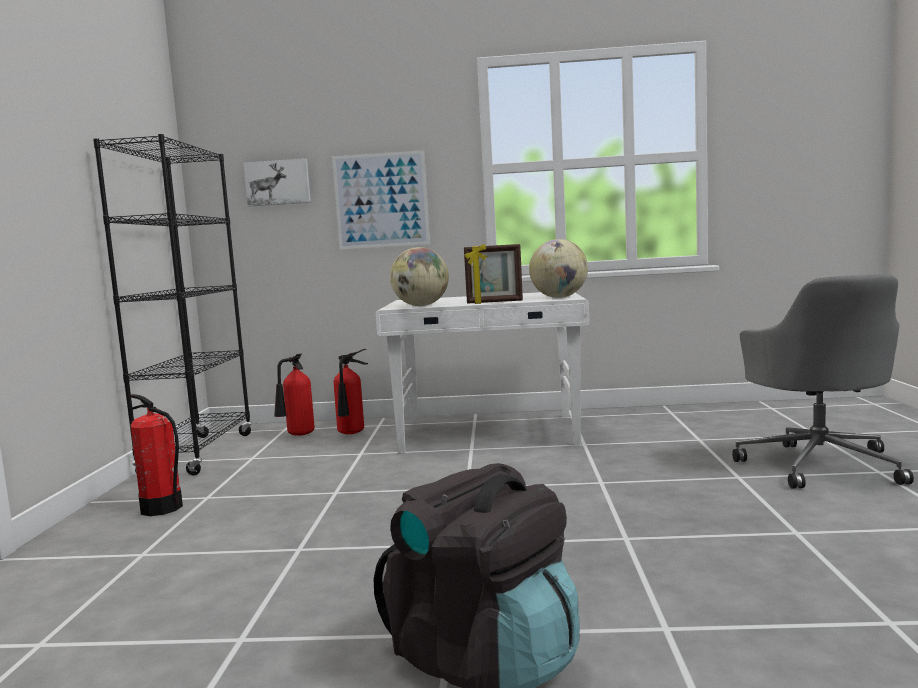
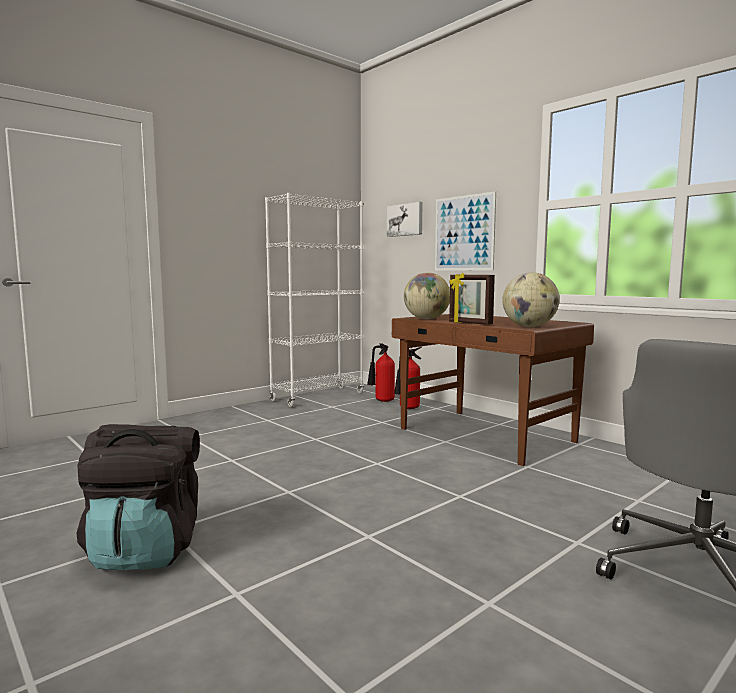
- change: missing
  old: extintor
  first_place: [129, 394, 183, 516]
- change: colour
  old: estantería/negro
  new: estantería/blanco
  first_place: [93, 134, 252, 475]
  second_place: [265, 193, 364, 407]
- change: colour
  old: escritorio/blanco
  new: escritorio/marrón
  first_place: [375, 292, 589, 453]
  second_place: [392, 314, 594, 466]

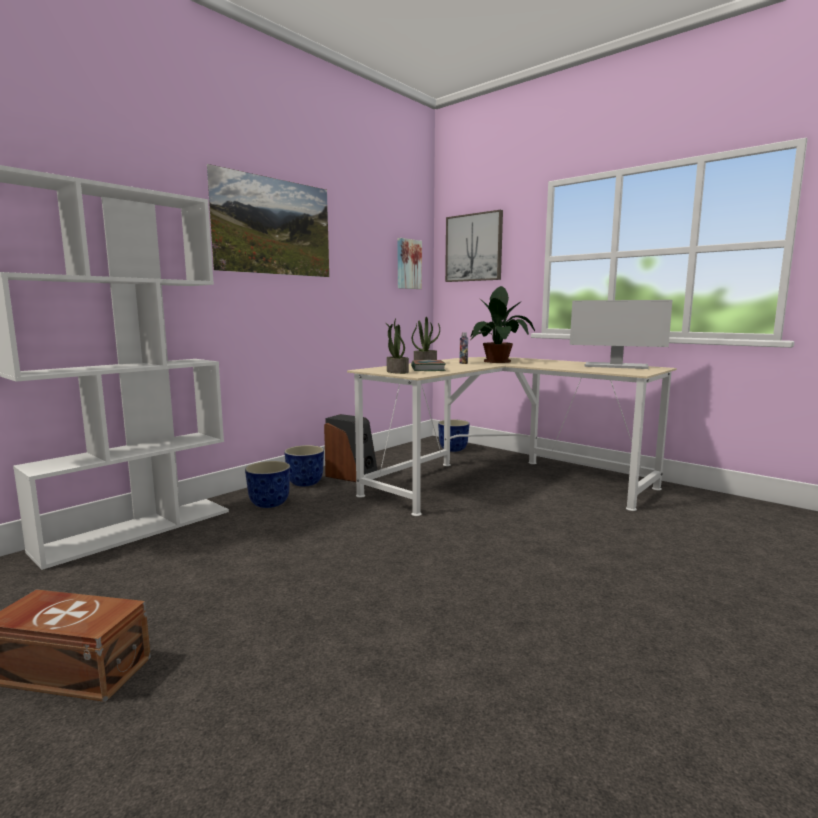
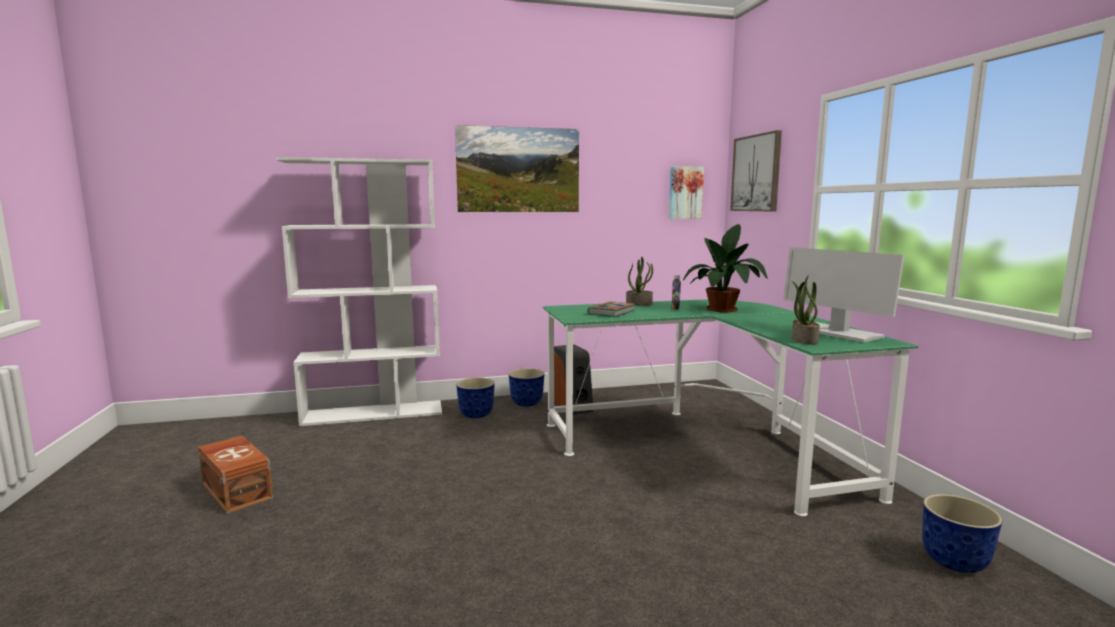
- change: relocated
  old: planta en maceta
  first_place: [386, 318, 409, 374]
  second_place: [792, 275, 820, 345]
- change: relocated
  old: maceta
  first_place: [438, 419, 470, 452]
  second_place: [922, 494, 1002, 573]
- change: colour
  old: escritorio/beis
  new: escritorio/verde
  first_place: [347, 357, 677, 516]
  second_place: [542, 300, 918, 516]

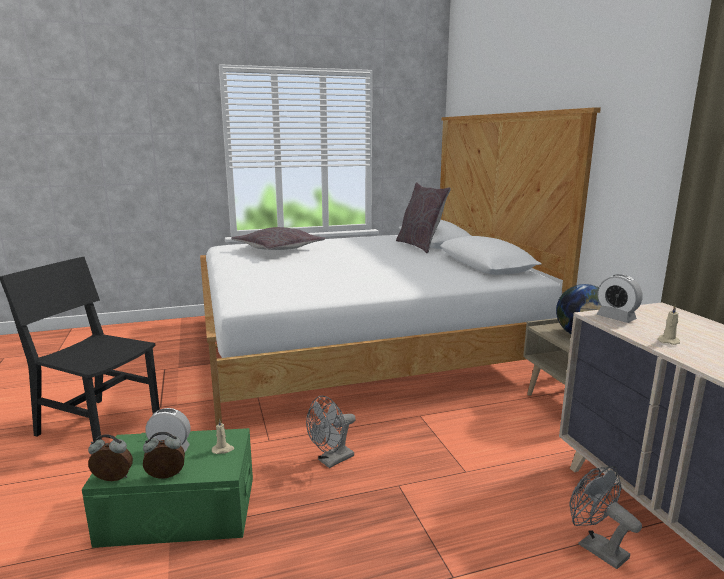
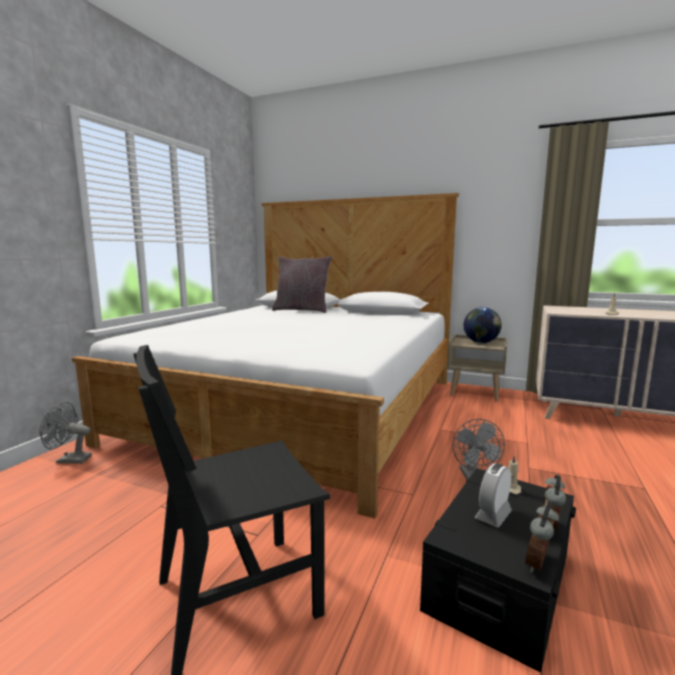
- change: missing
  old: cojín/gris
  first_place: [231, 227, 325, 250]
- change: missing
  old: despertador
  first_place: [597, 274, 643, 323]
- change: relocated
  old: ventilador/gris
  first_place: [569, 466, 642, 569]
  second_place: [39, 402, 92, 464]
- change: colour
  old: caja de almacenaje/verde
  new: caja de almacenaje/negro
  first_place: [82, 428, 253, 548]
  second_place: [420, 468, 576, 673]

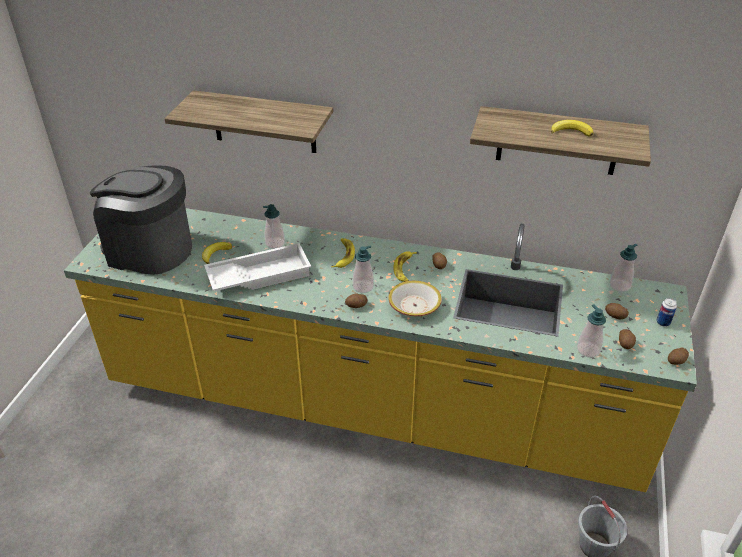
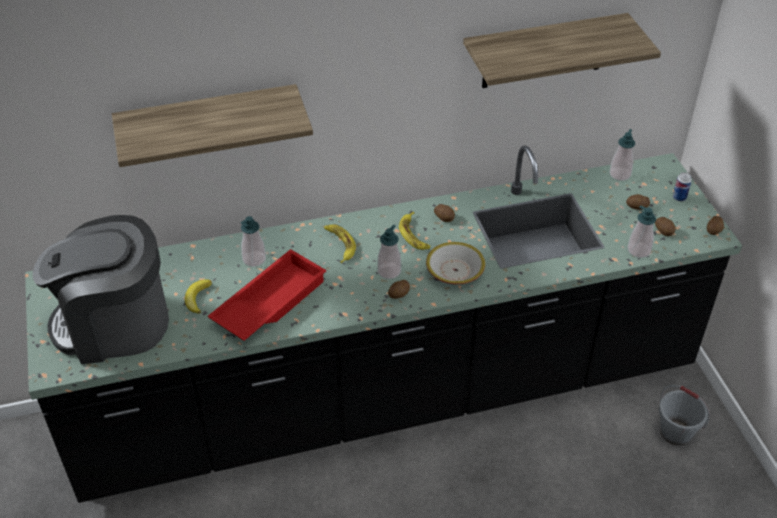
- change: missing
  old: plátano
  first_place: [551, 120, 594, 137]
- change: colour
  old: mueble bajo de cocina/amarillo
  new: mueble bajo de cocina/negro
  first_place: [64, 208, 697, 492]
  second_place: [25, 145, 742, 503]
- change: colour
  old: bandeja/blanco
  new: bandeja/rojo
  first_place: [204, 243, 311, 291]
  second_place: [208, 249, 326, 341]

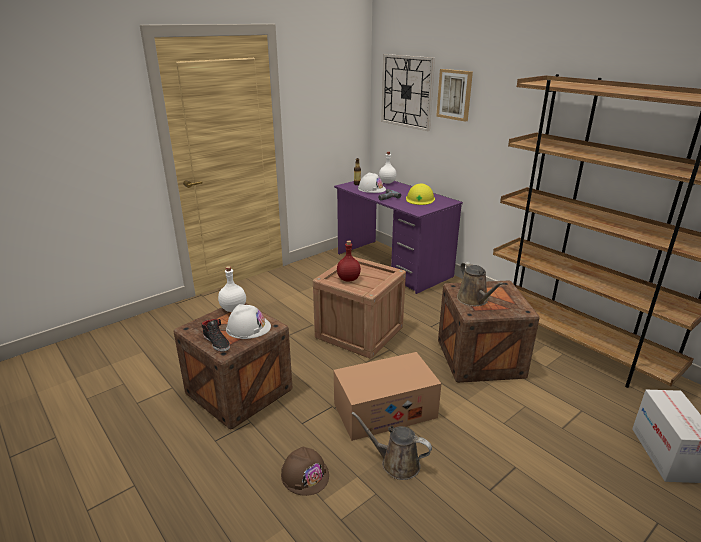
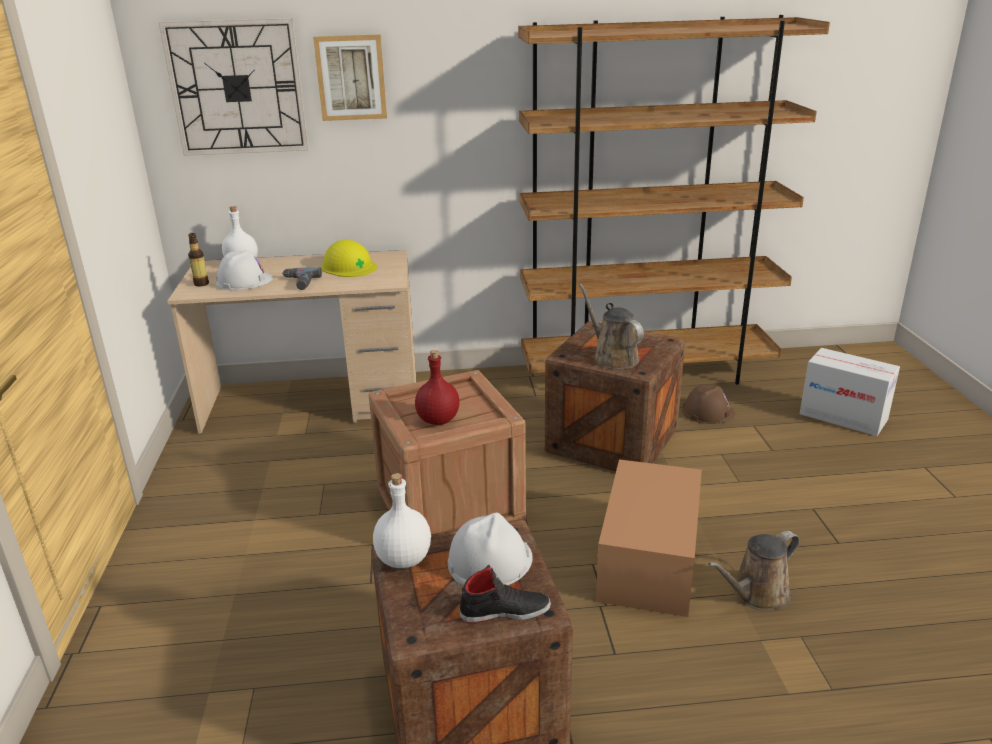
- change: relocated
  old: casco/marrón
  first_place: [281, 447, 329, 496]
  second_place: [682, 385, 735, 424]
- change: colour
  old: escritorio/morado
  new: escritorio/beis
  first_place: [334, 181, 463, 294]
  second_place: [167, 250, 416, 434]
- change: spun
  old: regadera/marrón
  first_place: [457, 262, 504, 306]
  second_place: [579, 284, 644, 369]
  degrees: -135

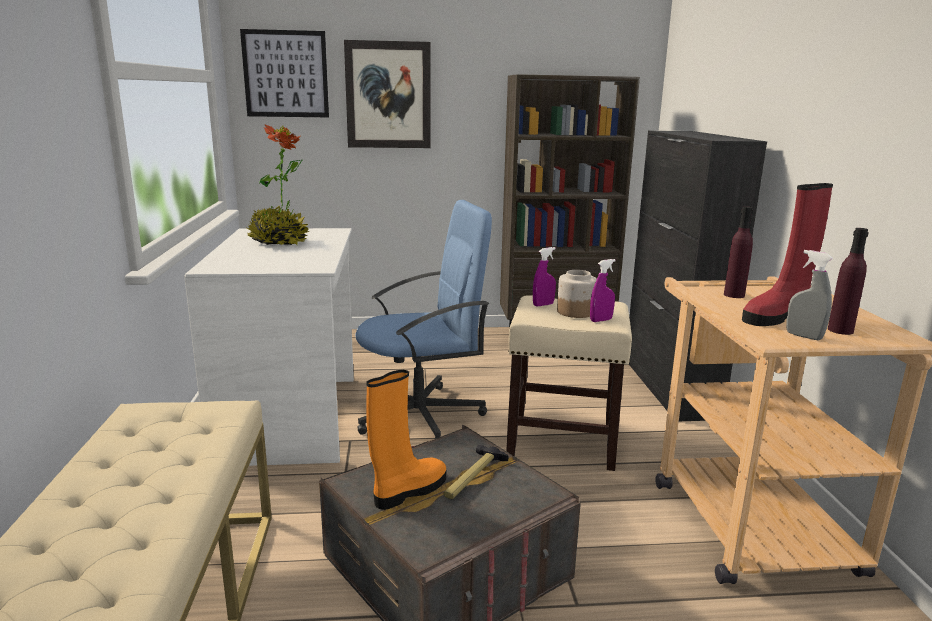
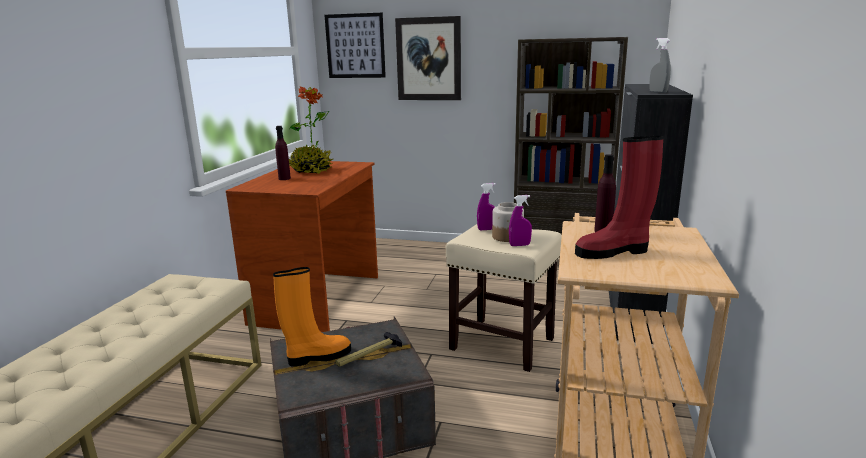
- change: missing
  old: silla de oficina/azul
  first_place: [355, 200, 492, 439]
- change: relocated
  old: pulverizador/gris
  first_place: [786, 250, 833, 340]
  second_place: [649, 38, 671, 93]
- change: relocated
  old: botella/morado
  first_place: [828, 228, 869, 335]
  second_place: [275, 126, 291, 180]
- change: colour
  old: escritorio/blanco
  new: escritorio/marrón
  first_place: [184, 228, 354, 466]
  second_place: [226, 161, 378, 332]

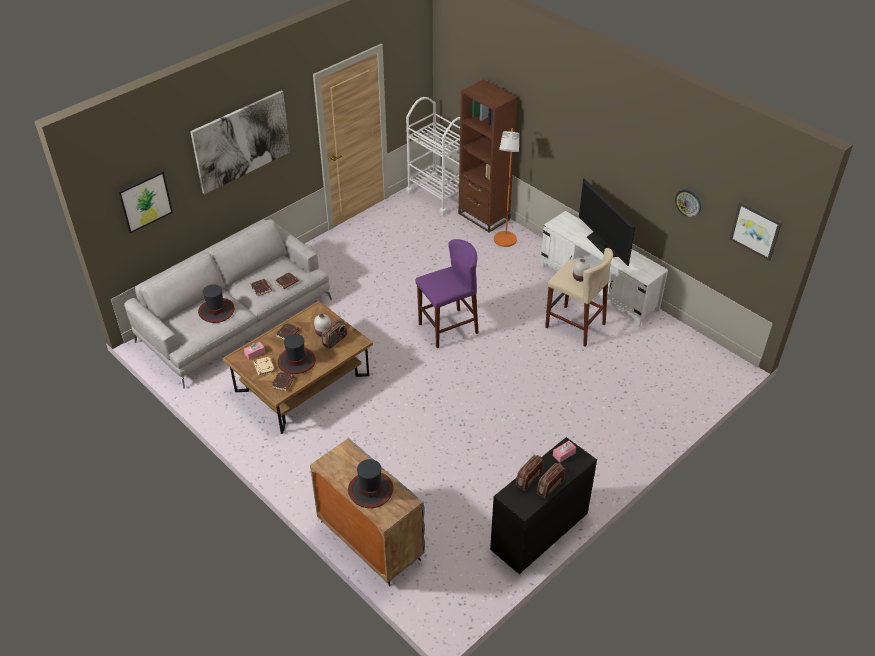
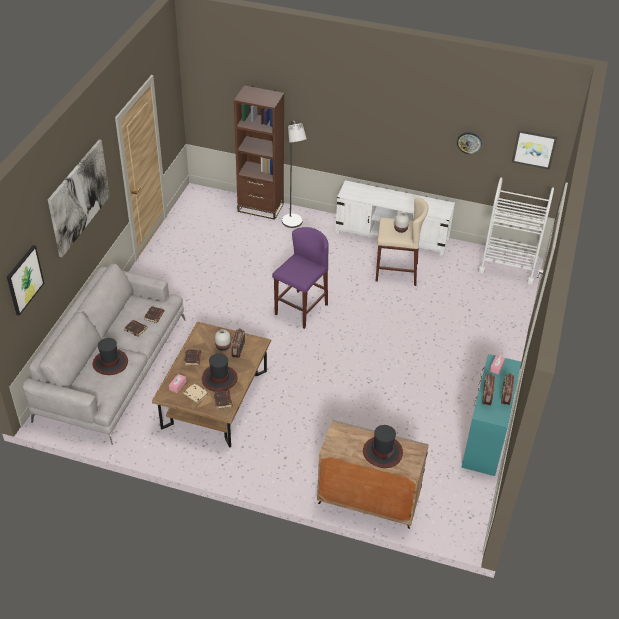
- change: missing
  old: televisor
  first_place: [579, 178, 635, 266]
- change: relocated
  old: carrito/blanco
  first_place: [406, 97, 460, 215]
  second_place: [478, 177, 554, 285]
- change: colour
  old: escritorio/negro
  new: escritorio/turquesa
  first_place: [490, 437, 597, 574]
  second_place: [461, 354, 521, 476]
- change: colour
  old: lámpara de pie/naranja
  new: lámpara de pie/gris
  first_place: [494, 128, 519, 247]
  second_place: [282, 121, 307, 228]

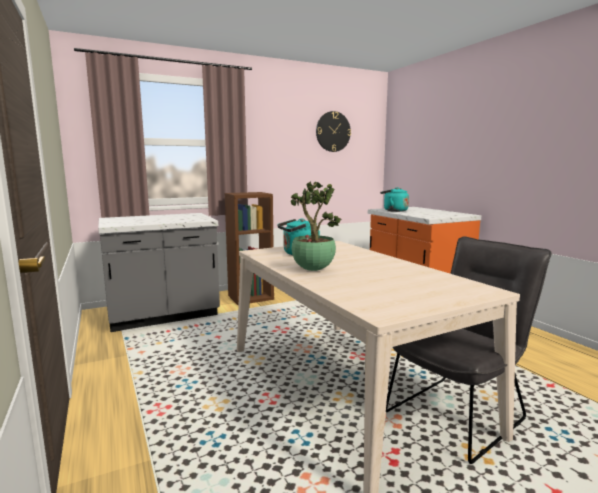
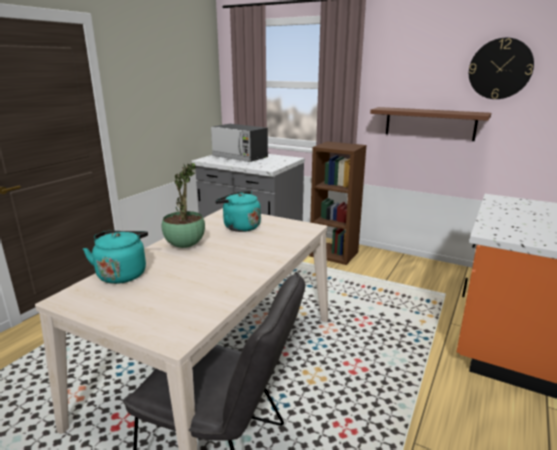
- change: appeared
  new: microondas
  second_place: [211, 124, 268, 162]
- change: appeared
  new: estante/marrón
  second_place: [370, 107, 491, 141]
- change: relocated
  old: hervidor/turquesa
  first_place: [380, 187, 409, 212]
  second_place: [83, 231, 148, 284]

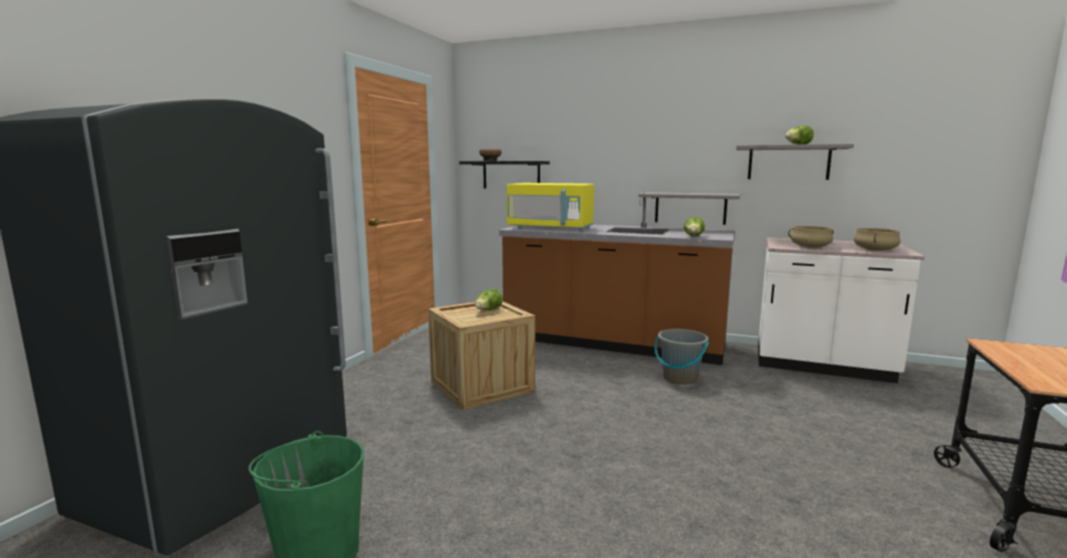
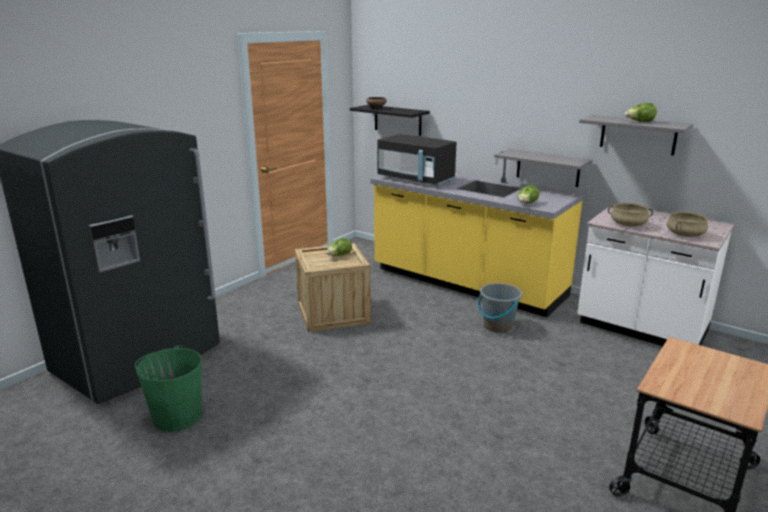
- change: colour
  old: mueble bajo de cocina/marrón
  new: mueble bajo de cocina/amarillo
  first_place: [499, 192, 735, 365]
  second_place: [371, 151, 584, 317]
- change: colour
  old: microondas/amarillo
  new: microondas/negro
  first_place: [507, 183, 594, 231]
  second_place: [377, 134, 457, 186]

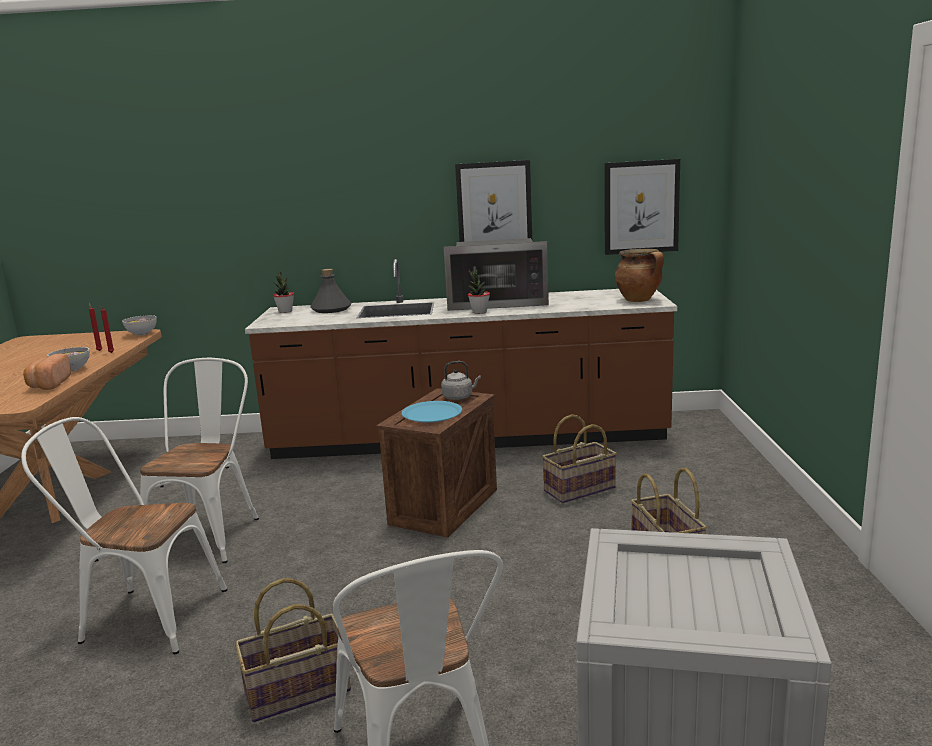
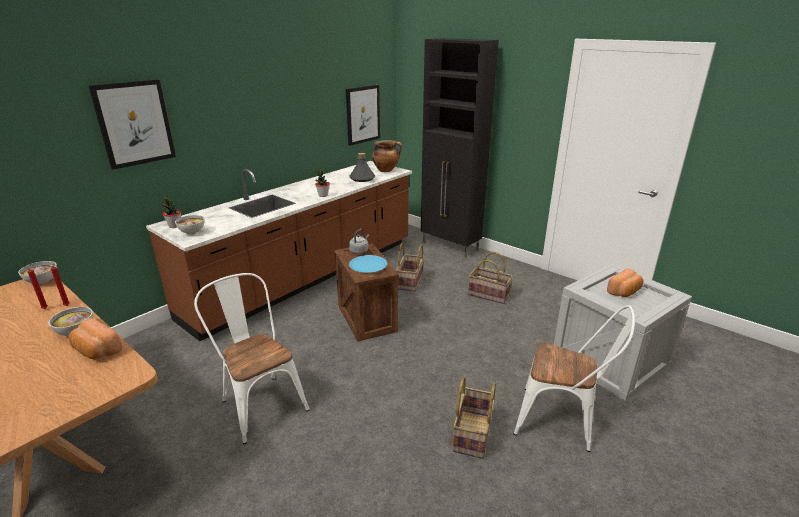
- change: missing
  old: silla/blanco
  first_place: [21, 417, 228, 654]
- change: missing
  old: microondas
  first_place: [444, 238, 549, 311]
- change: appeared
  new: cuenco
  second_place: [175, 215, 205, 234]
- change: appeared
  new: armario/negro
  second_place: [421, 38, 499, 258]
- change: appeared
  new: pan
  second_place: [607, 268, 644, 297]
- change: relocated
  old: botella/gris
  first_place: [310, 269, 352, 313]
  second_place: [349, 153, 375, 182]
- change: relocated
  old: cuadro
  first_place: [455, 160, 532, 242]
  second_place: [88, 79, 176, 170]

